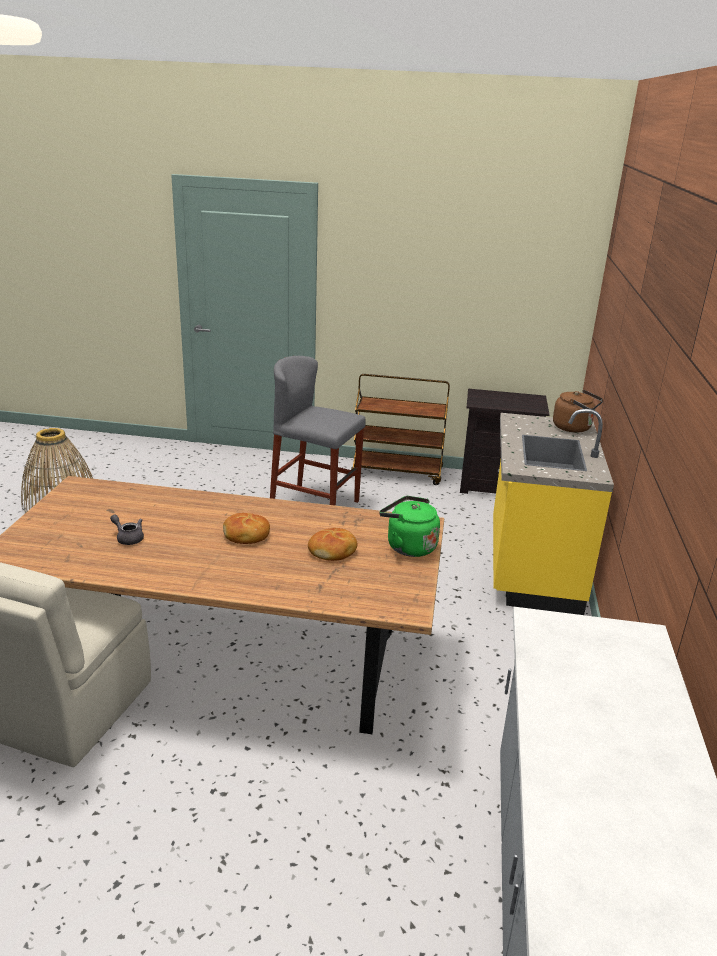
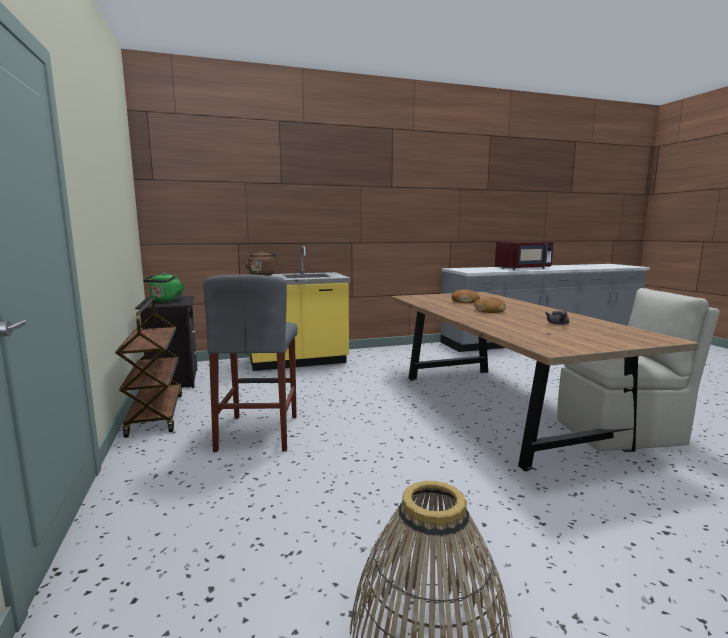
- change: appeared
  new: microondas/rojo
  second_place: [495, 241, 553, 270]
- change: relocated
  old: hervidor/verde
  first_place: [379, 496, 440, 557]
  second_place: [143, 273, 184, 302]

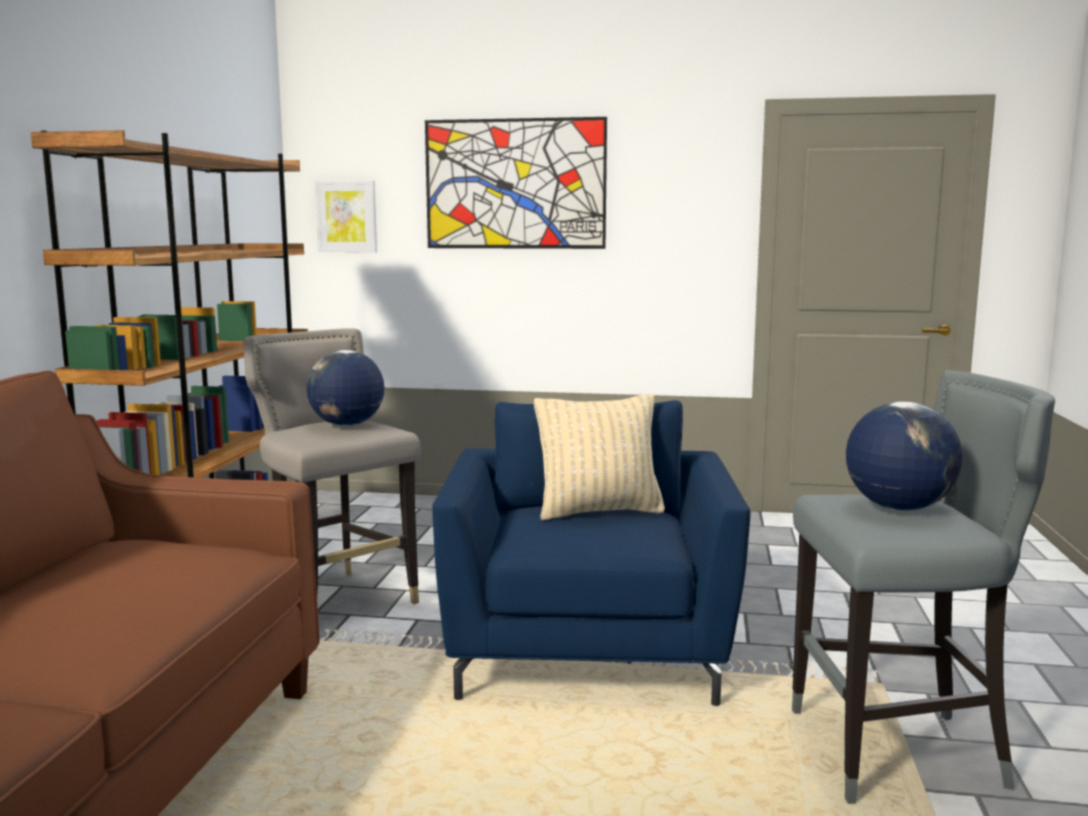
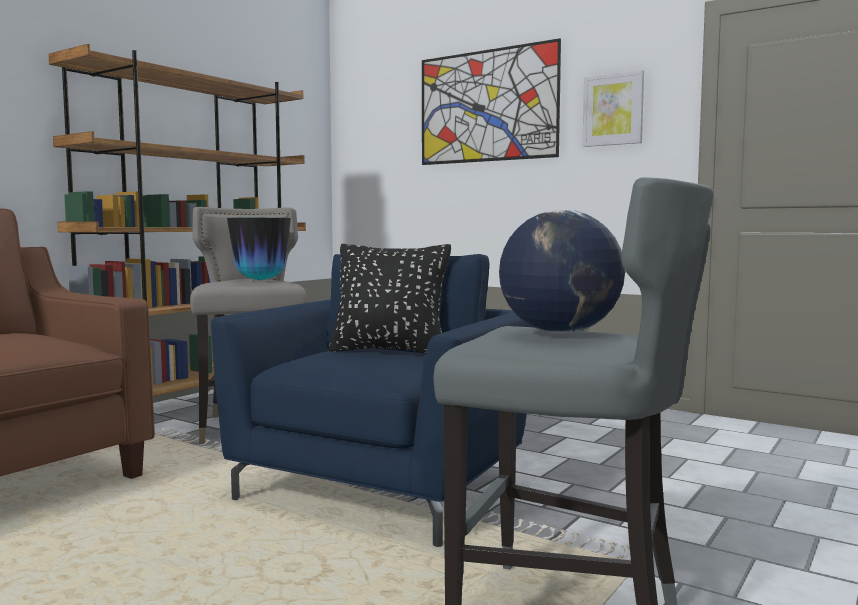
- change: relocated
  old: cuadro
  first_place: [315, 180, 377, 252]
  second_place: [583, 70, 644, 147]
- change: exchanged
  old: globo terráqueo
  new: florero
  first_place: [307, 350, 385, 426]
  second_place: [227, 218, 291, 280]
- change: colour
  old: cojín/beis
  new: cojín/negro
  first_place: [534, 394, 665, 520]
  second_place: [329, 244, 451, 354]

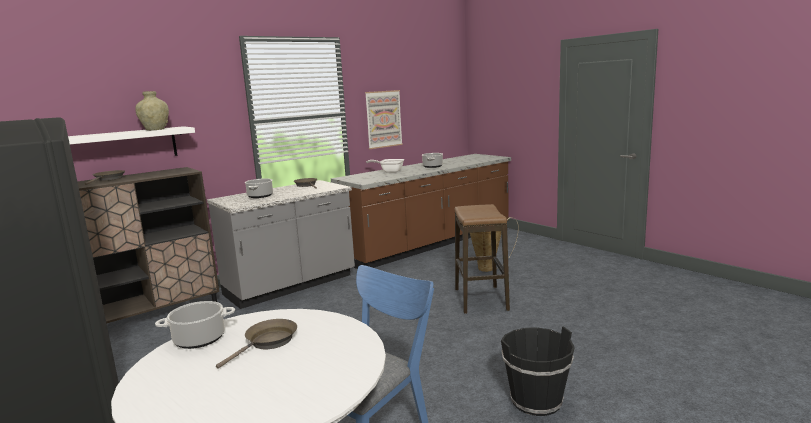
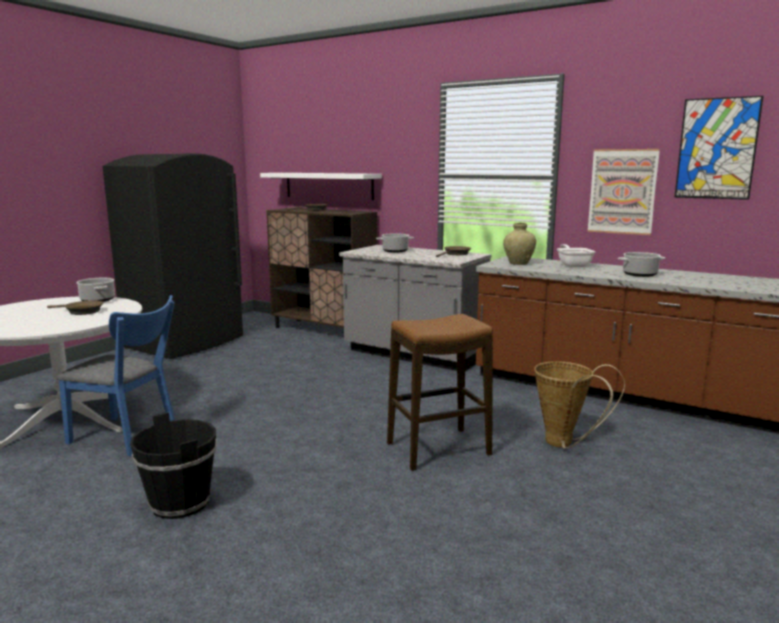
- change: appeared
  new: cuadro
  second_place: [674, 96, 763, 200]
- change: relocated
  old: florero/beis
  first_place: [135, 91, 169, 130]
  second_place: [503, 223, 536, 265]

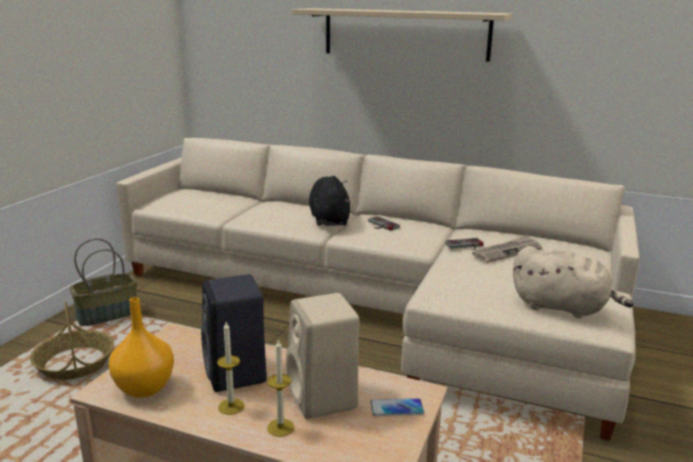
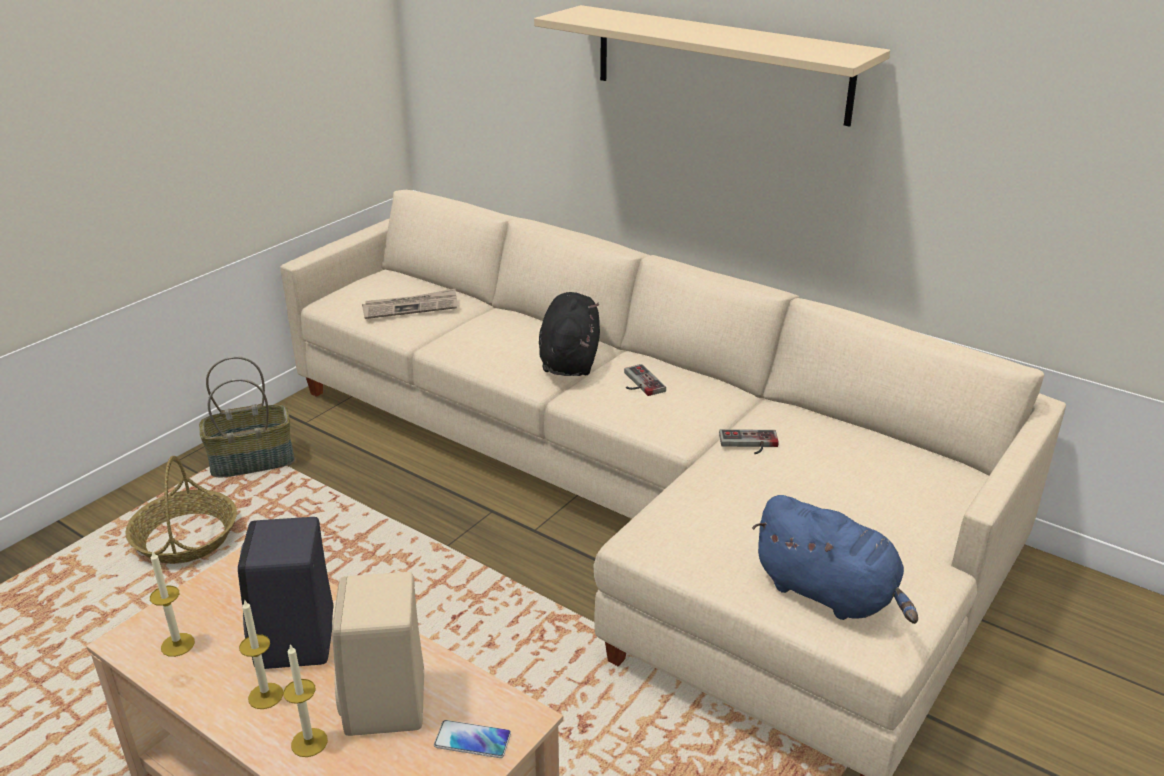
- change: relocated
  old: periódico
  first_place: [472, 235, 542, 263]
  second_place: [362, 289, 457, 319]
- change: exchanged
  old: florero/naranja
  new: vela
  first_place: [109, 297, 174, 398]
  second_place: [150, 550, 195, 657]
- change: colour
  old: peluche/beis
  new: peluche/azul
  first_place: [513, 246, 634, 318]
  second_place: [752, 495, 918, 624]

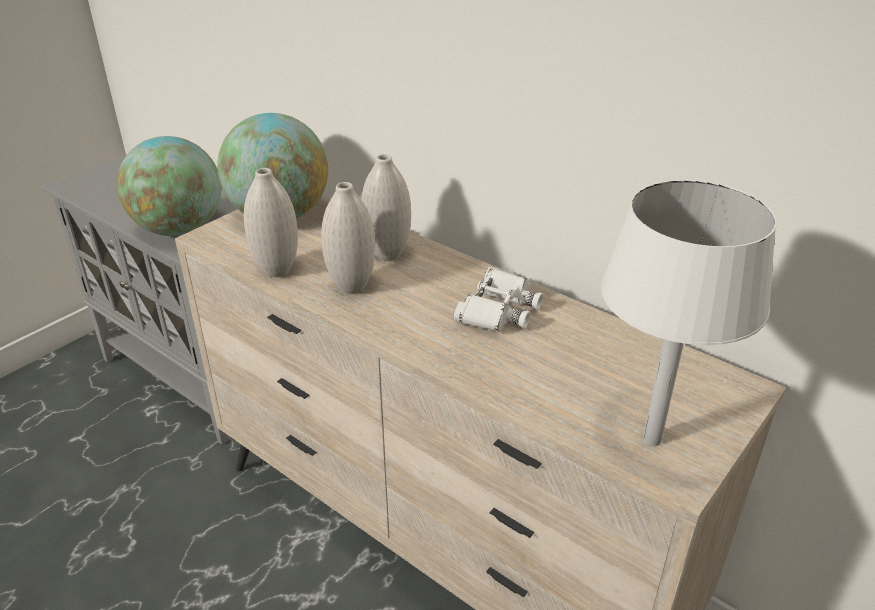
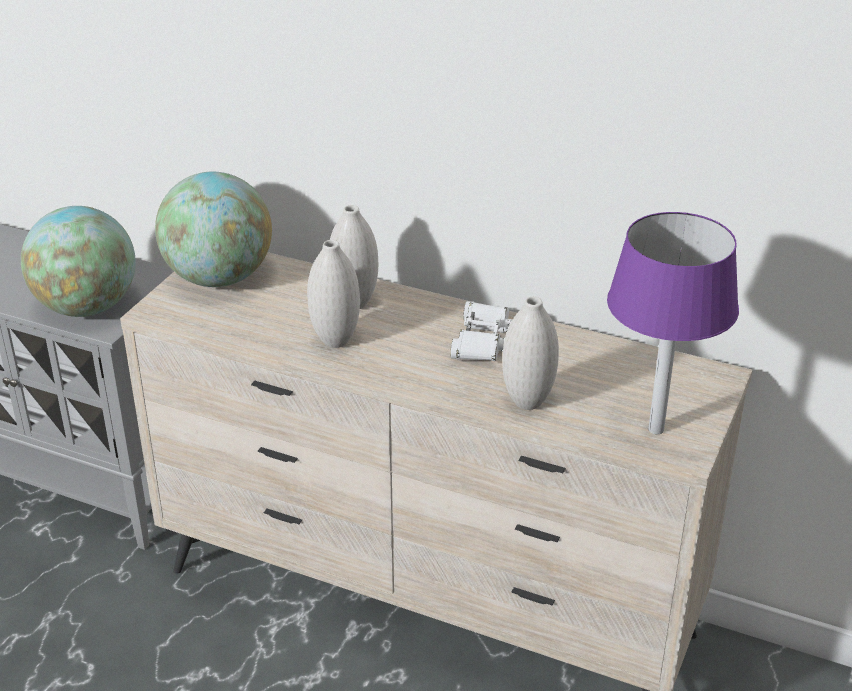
- change: relocated
  old: florero/blanco
  first_place: [244, 168, 298, 277]
  second_place: [502, 297, 559, 410]
- change: colour
  old: lámpara de mesa/blanco
  new: lámpara de mesa/morado
  first_place: [601, 180, 777, 446]
  second_place: [607, 212, 739, 434]

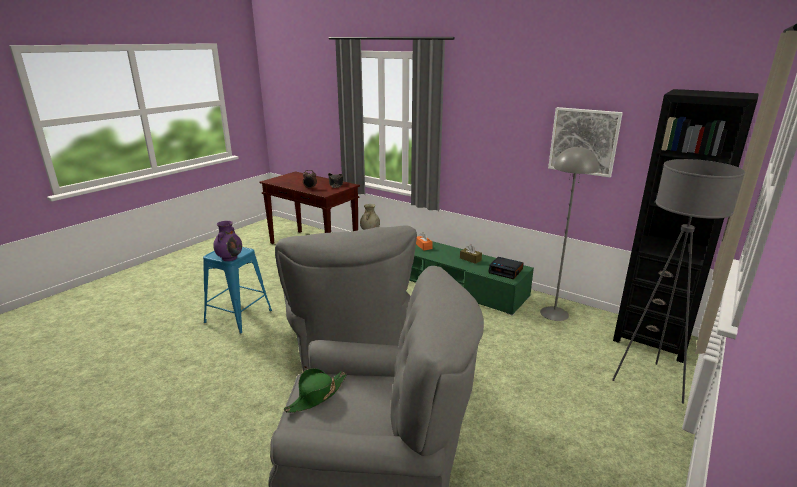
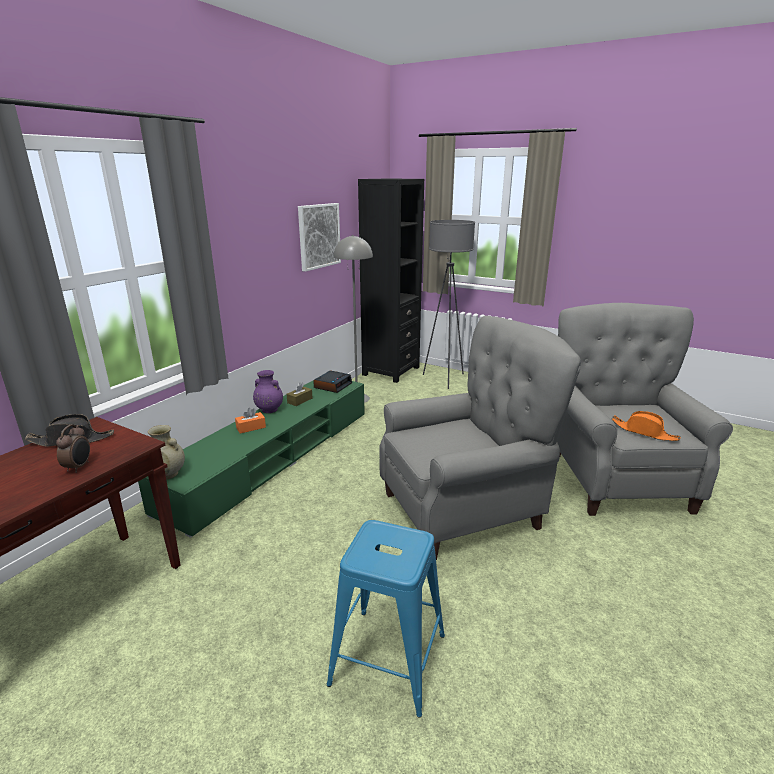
- change: relocated
  old: florero/morado
  first_place: [213, 221, 242, 261]
  second_place: [253, 370, 283, 413]
- change: colour
  old: sombrero/verde
  new: sombrero/naranja
  first_place: [284, 368, 347, 413]
  second_place: [612, 411, 681, 441]

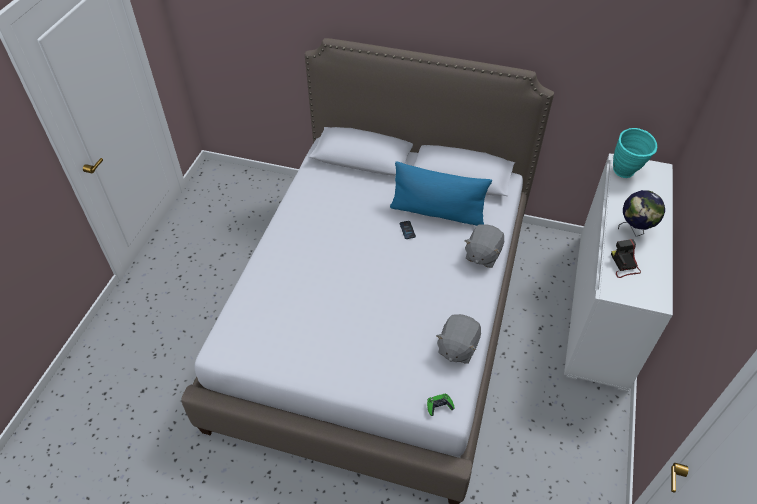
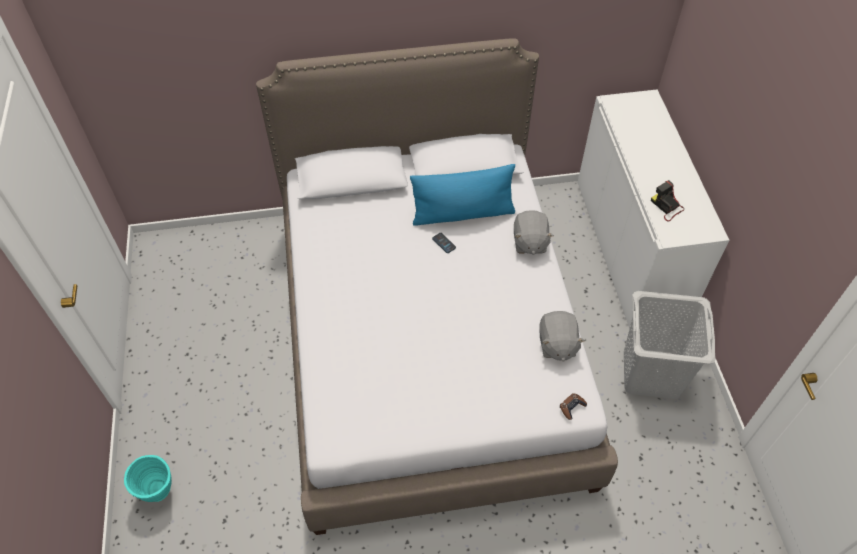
- change: missing
  old: globo terráqueo
  first_place: [618, 190, 665, 236]
- change: appeared
  new: cesto de la ropa/gris
  second_place: [624, 291, 716, 399]
- change: relocated
  old: florero/turquesa
  first_place: [613, 128, 657, 178]
  second_place: [124, 455, 172, 502]
- change: colour
  old: mando de consola/verde
  new: mando de consola/marrón
  first_place: [427, 393, 454, 416]
  second_place: [560, 393, 587, 420]

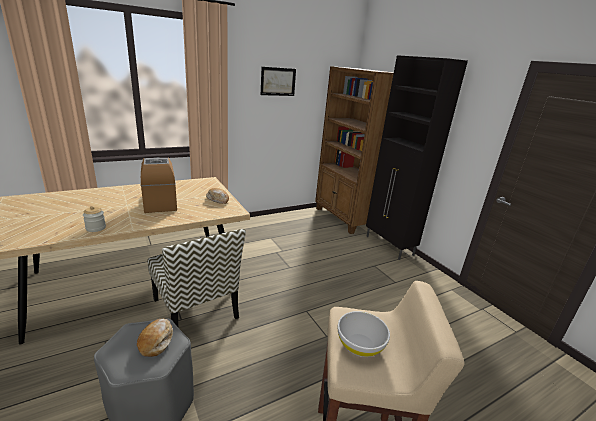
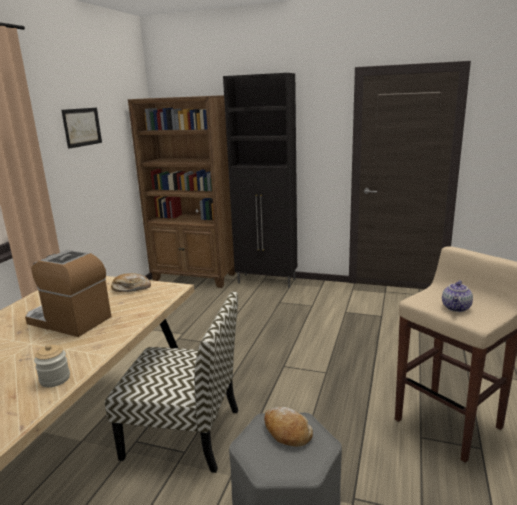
- change: exchanged
  old: cuenco/blanco
  new: tetera
  first_place: [338, 311, 390, 357]
  second_place: [442, 280, 473, 312]

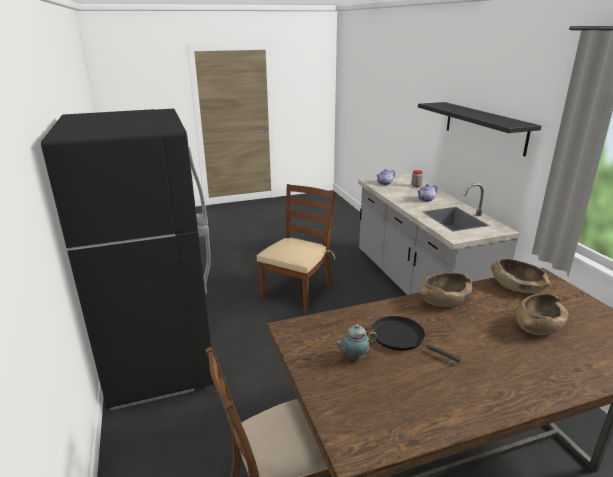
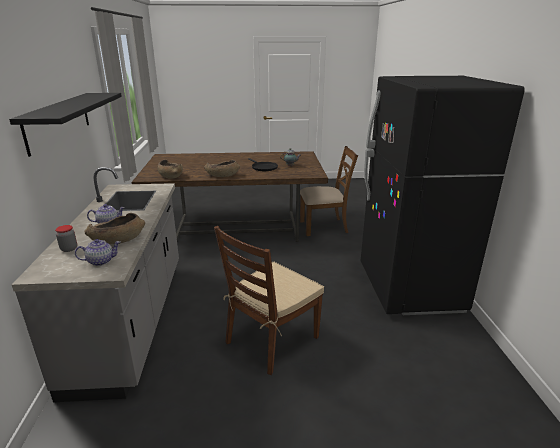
- change: relocated
  old: cuenco/marrón
  first_place: [516, 294, 568, 335]
  second_place: [85, 213, 145, 244]

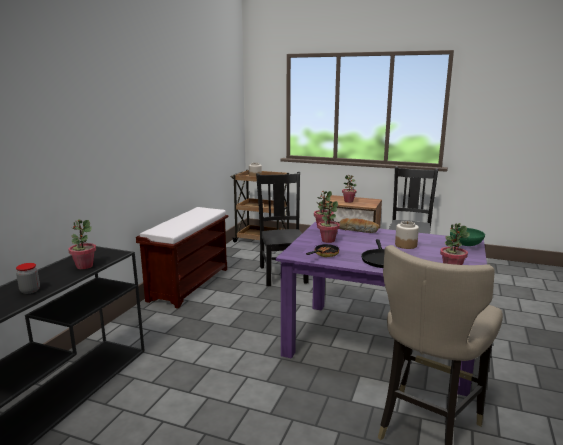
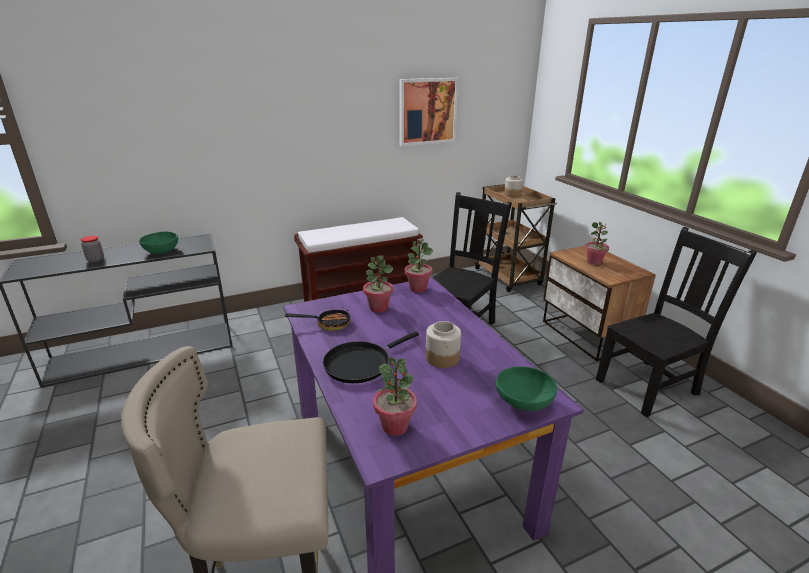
- change: missing
  old: pan
  first_place: [339, 218, 380, 233]
- change: appeared
  new: cuadro
  second_place: [400, 78, 458, 146]
- change: exchanged
  old: planta en maceta
  new: cuenco/verde
  first_place: [68, 219, 96, 269]
  second_place: [139, 232, 178, 254]

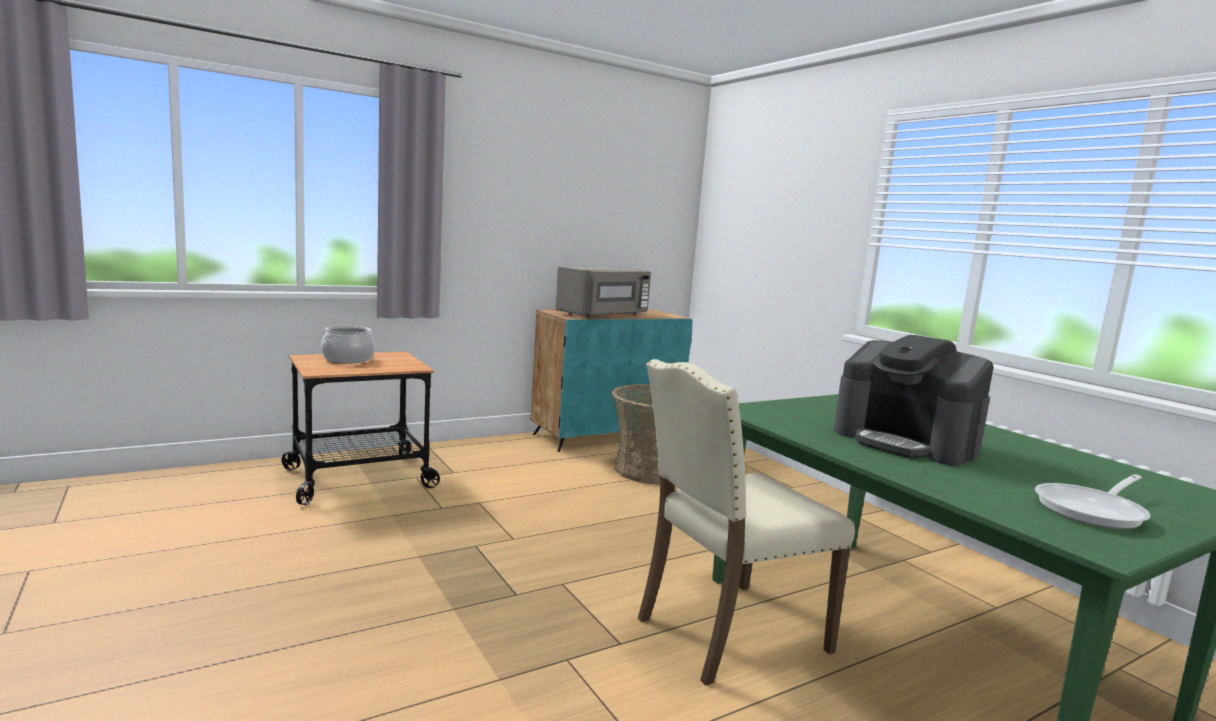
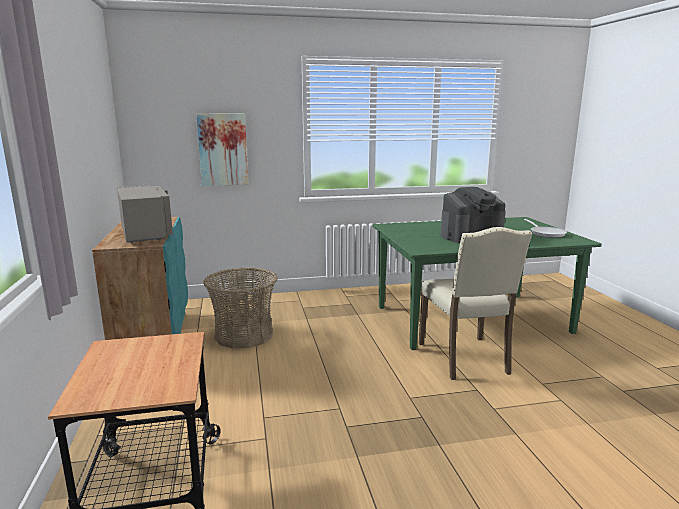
- change: missing
  old: olla
  first_place: [321, 326, 375, 363]
- change: appeared
  new: cuadro
  second_place: [196, 113, 248, 186]

